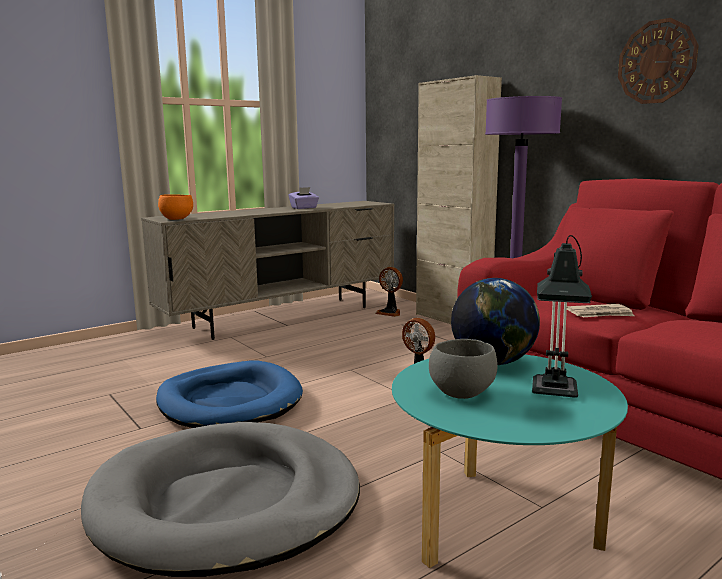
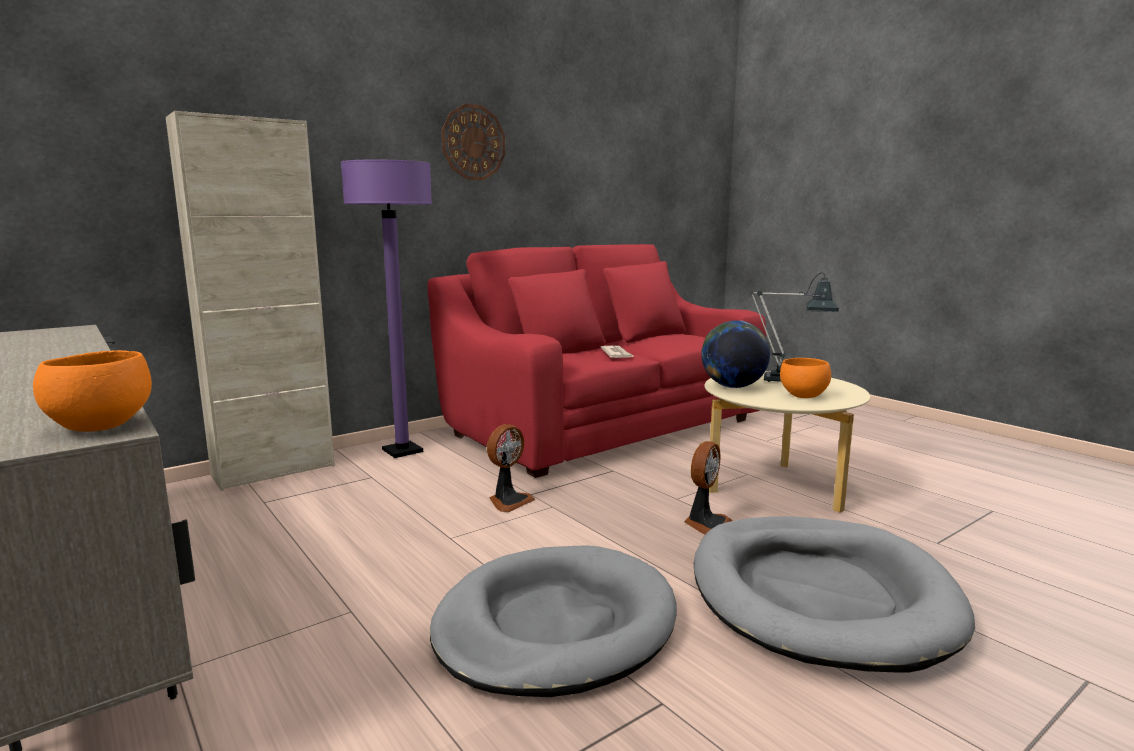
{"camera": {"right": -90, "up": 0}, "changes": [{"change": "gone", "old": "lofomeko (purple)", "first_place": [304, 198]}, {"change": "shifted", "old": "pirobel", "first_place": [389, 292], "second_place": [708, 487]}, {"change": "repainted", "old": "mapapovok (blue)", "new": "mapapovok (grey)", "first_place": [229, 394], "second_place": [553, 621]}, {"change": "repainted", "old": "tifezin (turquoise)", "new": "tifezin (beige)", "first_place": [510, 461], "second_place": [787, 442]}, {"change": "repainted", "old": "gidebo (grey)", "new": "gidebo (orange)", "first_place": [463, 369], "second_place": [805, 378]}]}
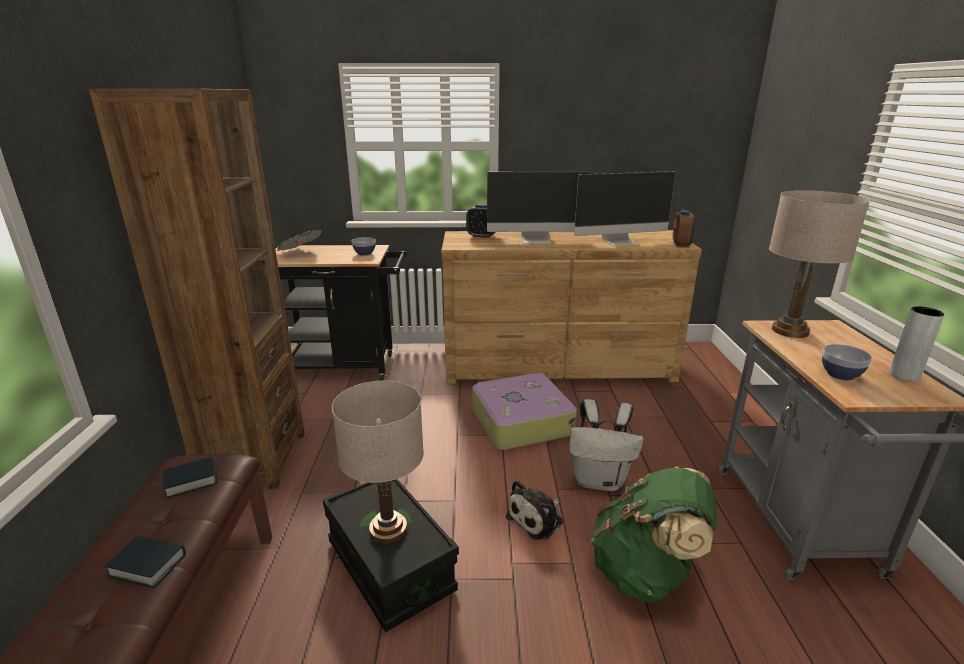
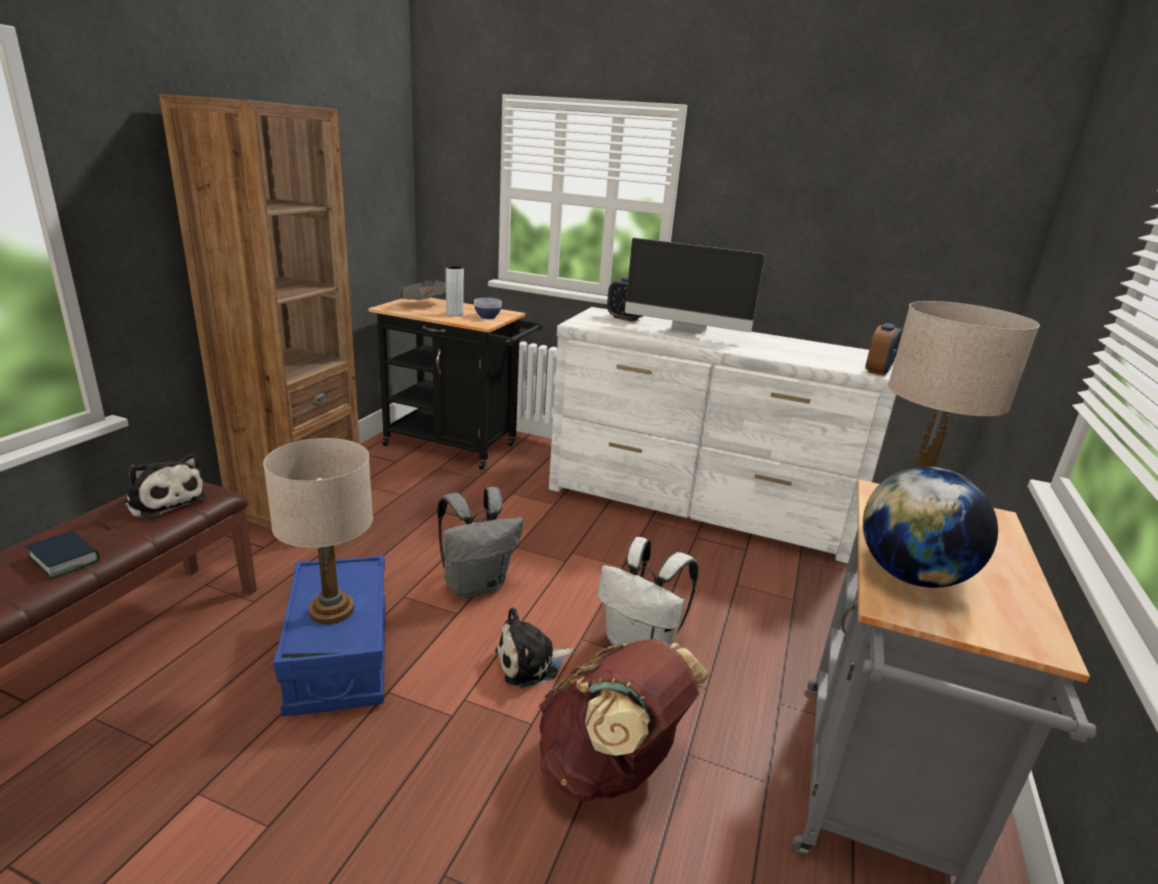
{"camera": {"right": 20, "up": 0}, "changes": [{"change": "gone", "old": "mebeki", "first_place": [524, 411]}, {"change": "gone", "old": "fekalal", "first_place": [624, 208]}, {"change": "new", "new": "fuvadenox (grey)", "second_place": [480, 542]}, {"change": "shifted", "old": "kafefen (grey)", "first_place": [916, 344], "second_place": [455, 291]}, {"change": "swapped", "old": "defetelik", "new": "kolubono", "first_place": [190, 477], "second_place": [165, 486]}, {"change": "swapped", "old": "gidebo", "new": "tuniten", "first_place": [847, 362], "second_place": [930, 527]}, {"change": "repainted", "old": "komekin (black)", "new": "komekin (blue)", "first_place": [391, 555], "second_place": [329, 635]}, {"change": "repainted", "old": "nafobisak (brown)", "new": "nafobisak (white)", "first_place": [571, 307], "second_place": [723, 435]}, {"change": "repainted", "old": "fuvadenox (green)", "new": "fuvadenox (brown)", "first_place": [654, 535], "second_place": [624, 720]}]}
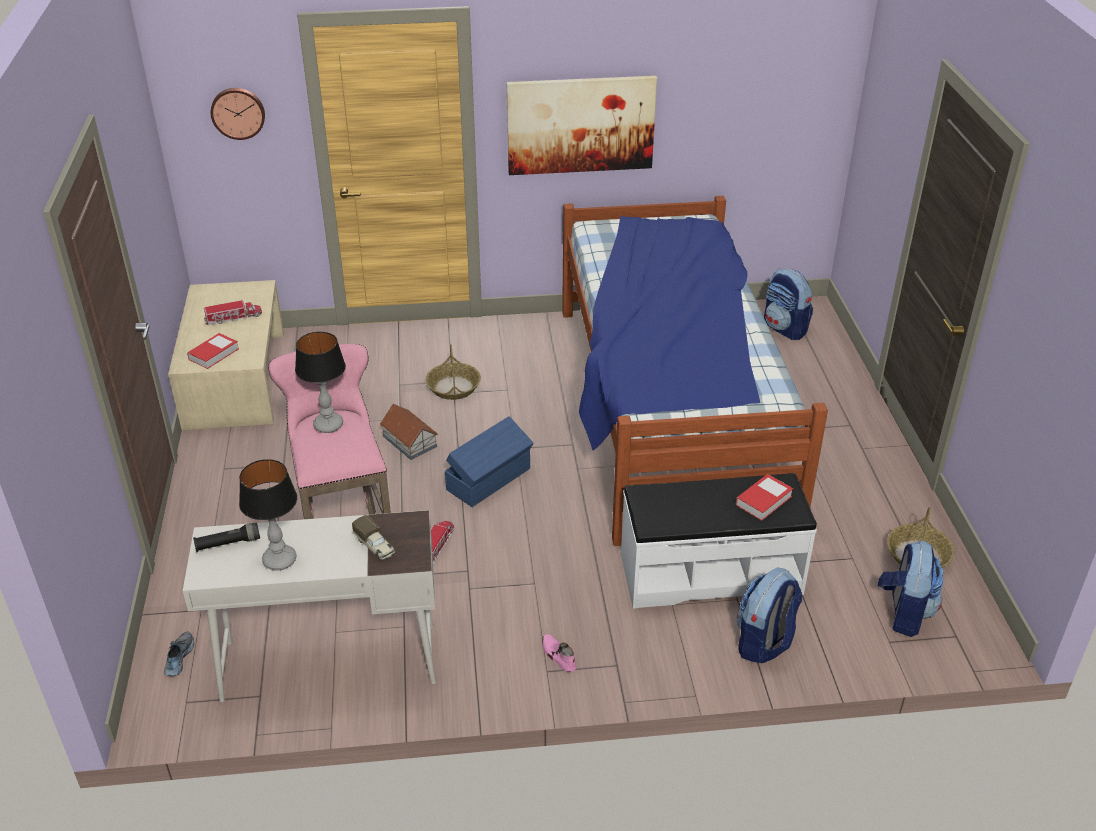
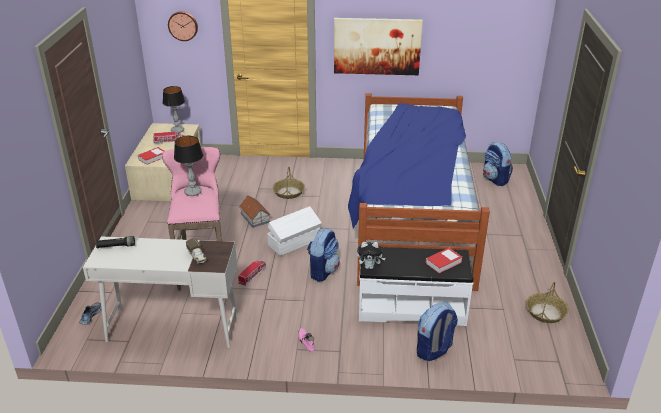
{"camera": {"right": 10, "up": -5}, "changes": [{"change": "new", "new": "kolubono", "second_place": [371, 255]}, {"change": "shifted", "old": "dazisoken", "first_place": [268, 515], "second_place": [174, 109]}, {"change": "shifted", "old": "fuvadenox", "first_place": [910, 588], "second_place": [323, 255]}, {"change": "repainted", "old": "komekin (blue)", "new": "komekin (white)", "first_place": [489, 461], "second_place": [294, 231]}]}
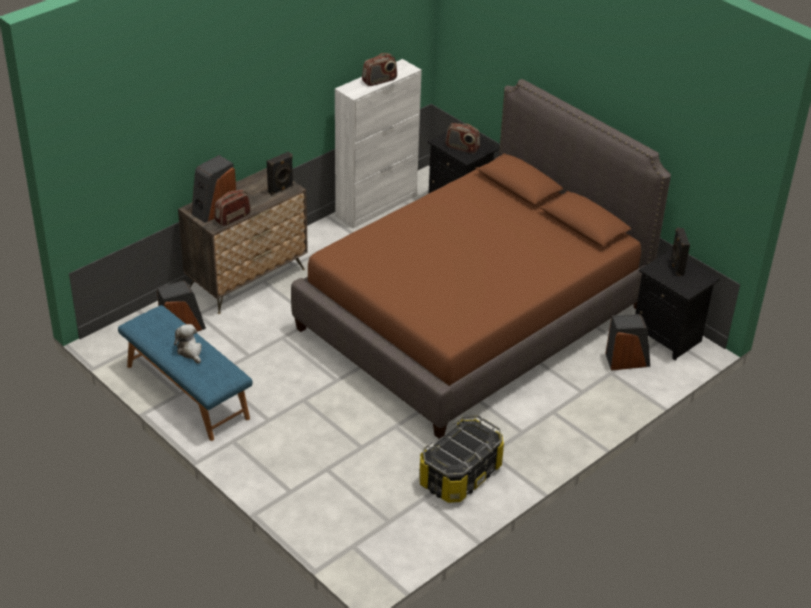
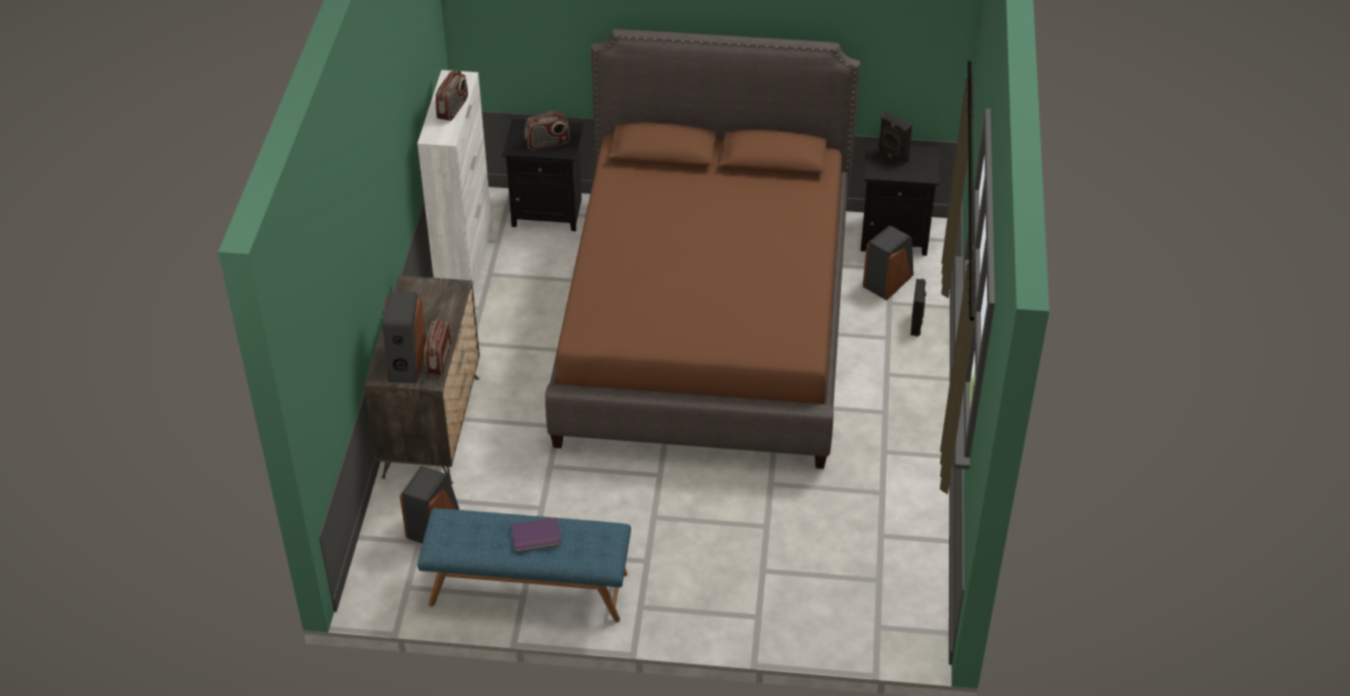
{"camera": {"right": -40, "up": 5}, "changes": [{"change": "gone", "old": "komekin", "first_place": [461, 459]}, {"change": "shifted", "old": "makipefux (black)", "first_place": [280, 173], "second_place": [918, 308]}, {"change": "swapped", "old": "kolubono", "new": "defetelik (purple)", "first_place": [188, 344], "second_place": [536, 534]}]}
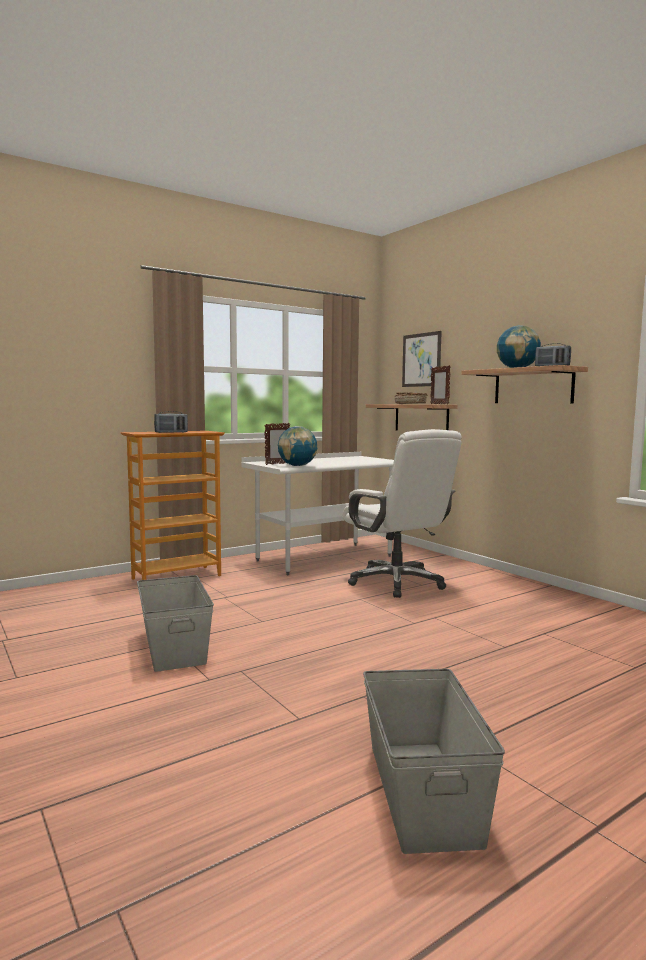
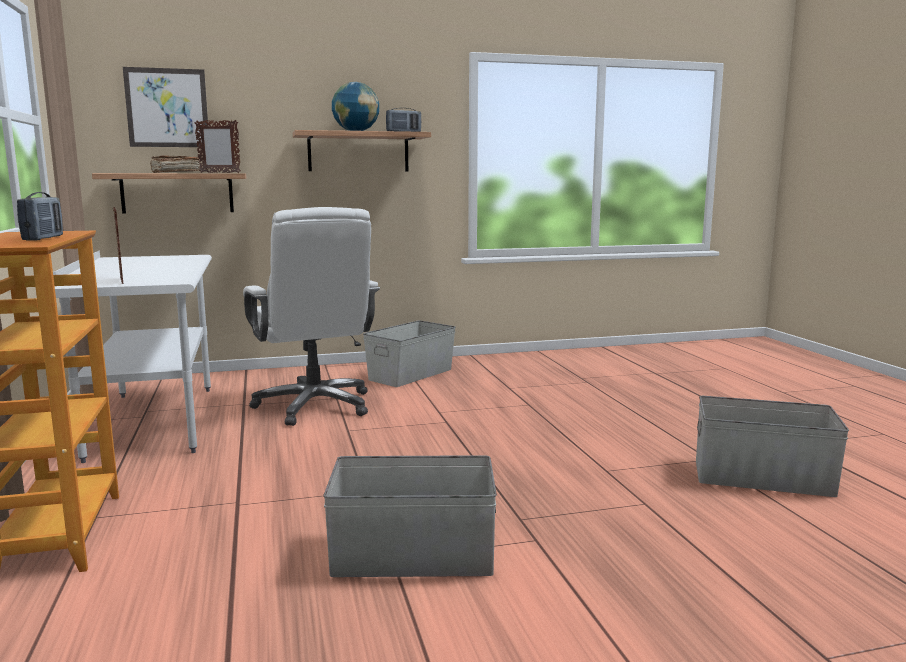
{"camera": {"right": -70, "up": 5}, "changes": [{"change": "gone", "old": "tuniten", "first_place": [297, 446]}, {"change": "new", "new": "komekin (grey)", "second_place": [409, 353]}, {"change": "rotated", "old": "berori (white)", "first_place": [402, 513], "second_place": [311, 316], "degrees": 75}]}
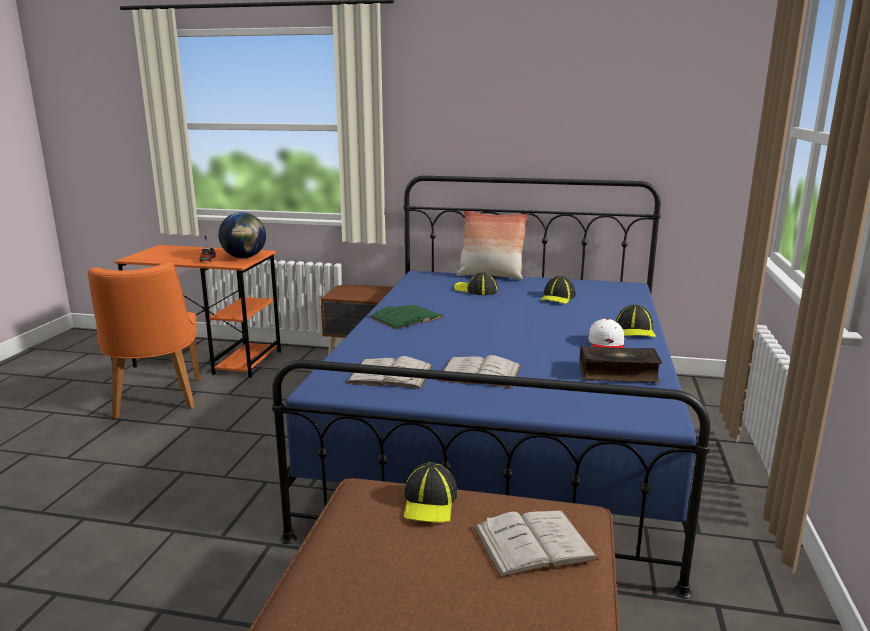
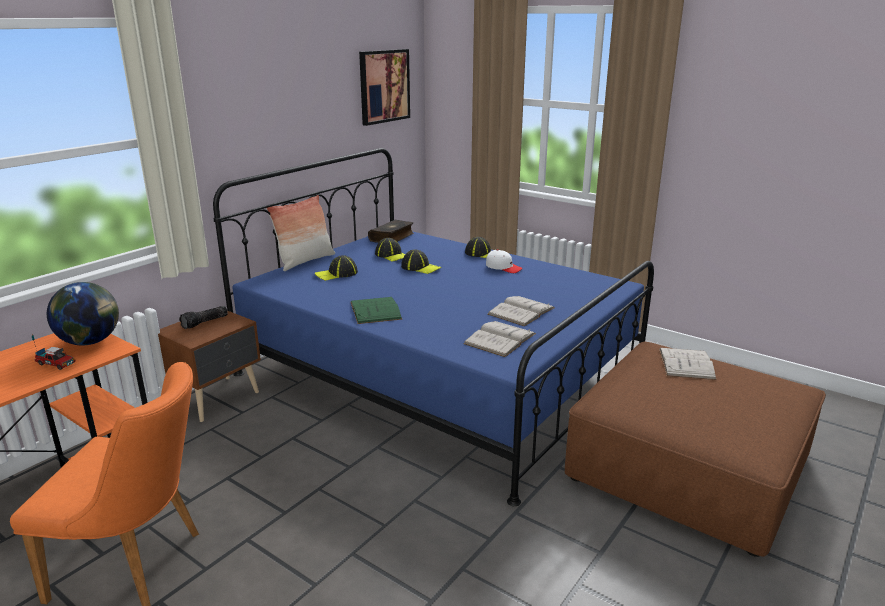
{"camera": {"right": -65, "up": 5}, "changes": [{"change": "new", "new": "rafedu", "second_place": [203, 317]}, {"change": "new", "new": "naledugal", "second_place": [384, 87]}, {"change": "shifted", "old": "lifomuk", "first_place": [431, 492], "second_place": [421, 261]}, {"change": "shifted", "old": "defetelik", "first_place": [621, 364], "second_place": [391, 231]}]}
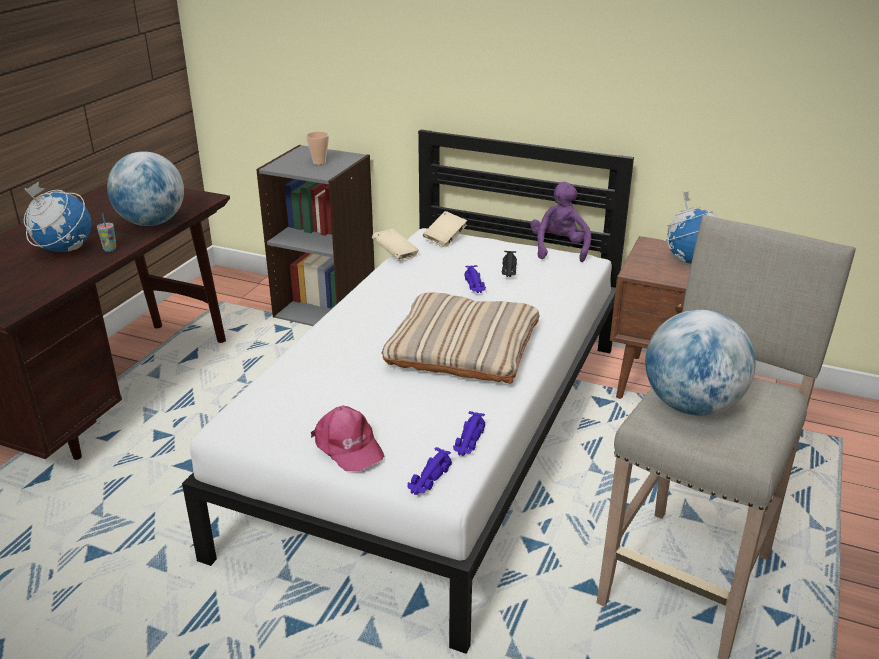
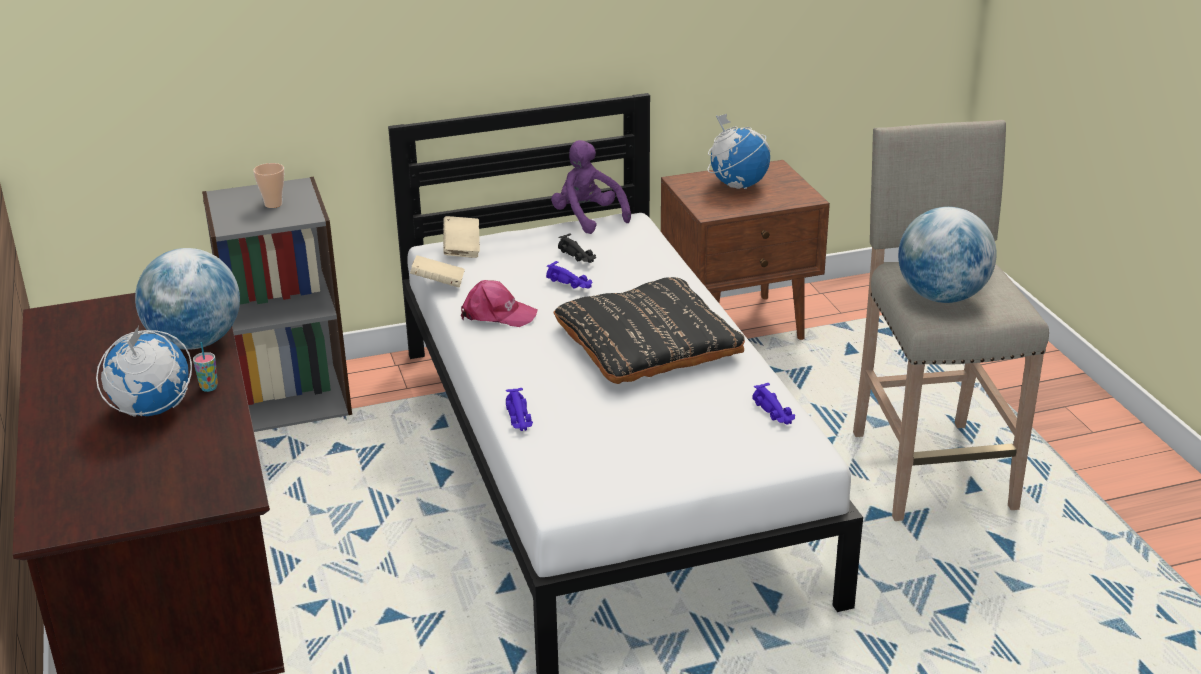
{"camera": {"right": -40, "up": 0}, "changes": [{"change": "shifted", "old": "lifomuk (pink)", "first_place": [347, 438], "second_place": [499, 303]}, {"change": "shifted", "old": "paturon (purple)", "first_place": [429, 471], "second_place": [519, 409]}, {"change": "repainted", "old": "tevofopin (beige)", "new": "tevofopin (black)", "first_place": [460, 338], "second_place": [649, 330]}]}
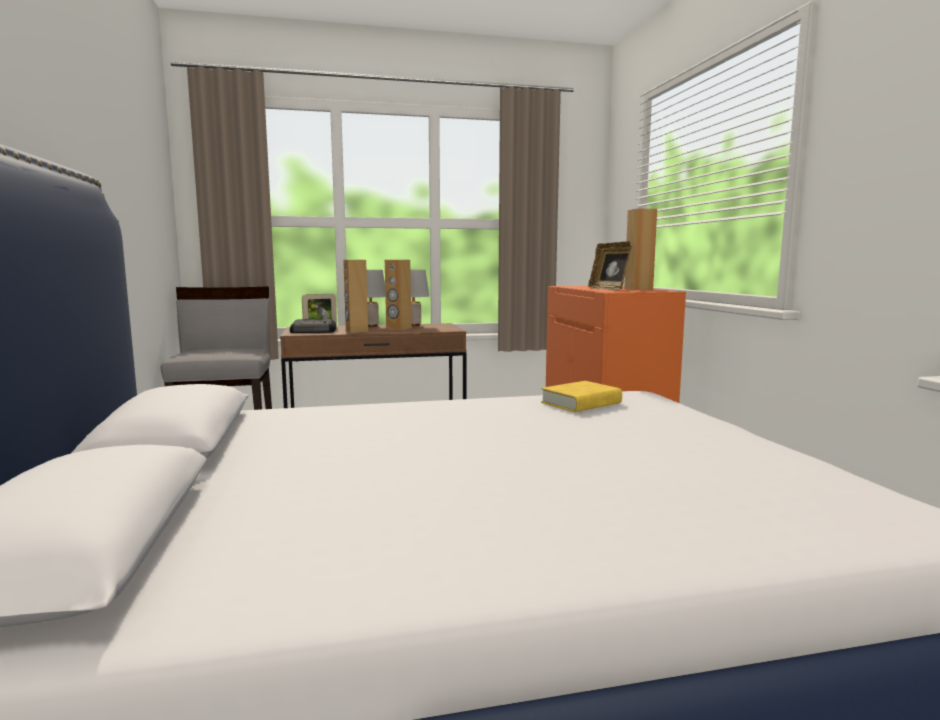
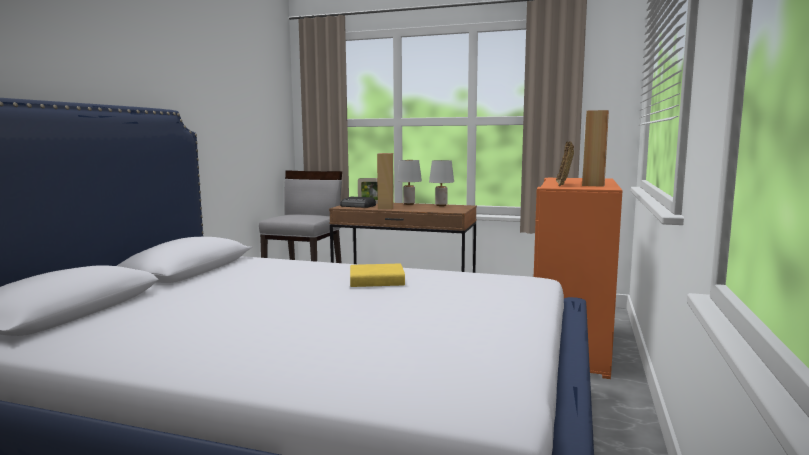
{"camera": {"right": 30, "up": 0}, "changes": [{"change": "gone", "old": "makipefux (brown)", "first_place": [398, 295]}, {"change": "shifted", "old": "defetelik (yellow)", "first_place": [581, 396], "second_place": [377, 275]}]}
